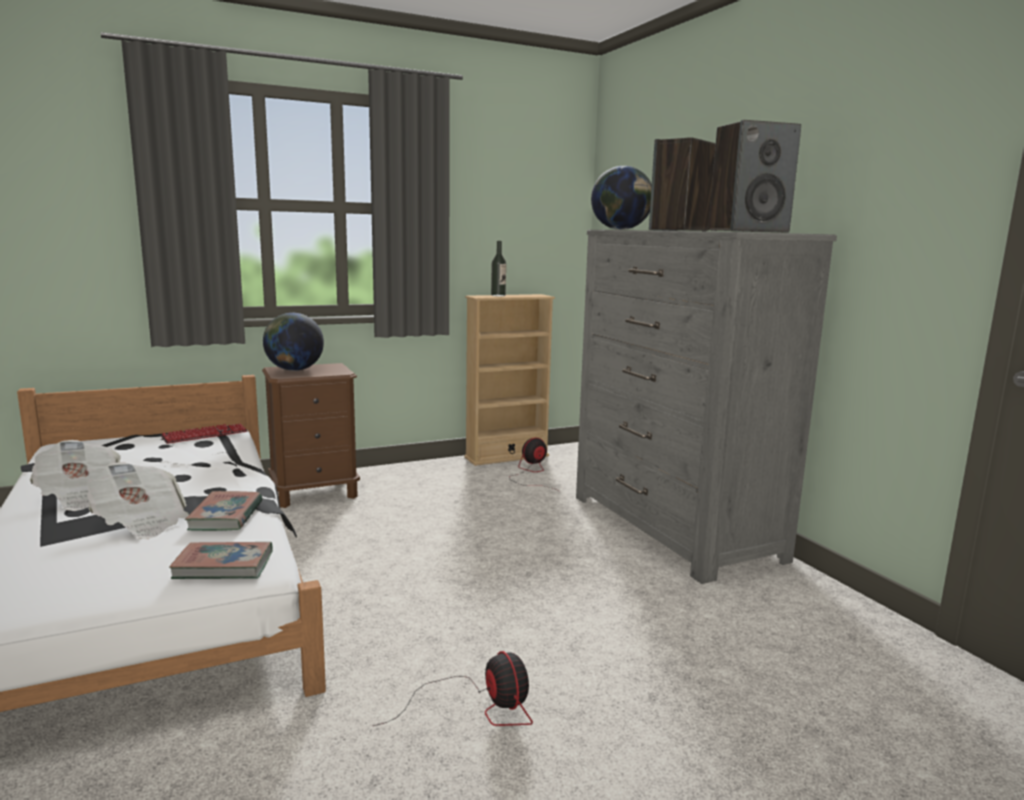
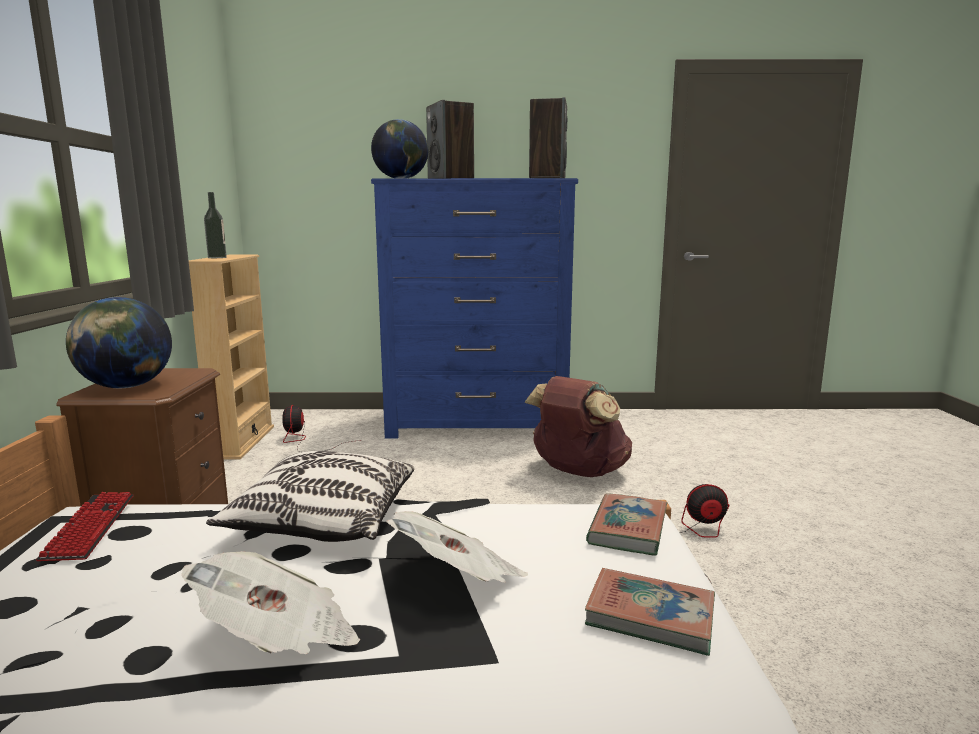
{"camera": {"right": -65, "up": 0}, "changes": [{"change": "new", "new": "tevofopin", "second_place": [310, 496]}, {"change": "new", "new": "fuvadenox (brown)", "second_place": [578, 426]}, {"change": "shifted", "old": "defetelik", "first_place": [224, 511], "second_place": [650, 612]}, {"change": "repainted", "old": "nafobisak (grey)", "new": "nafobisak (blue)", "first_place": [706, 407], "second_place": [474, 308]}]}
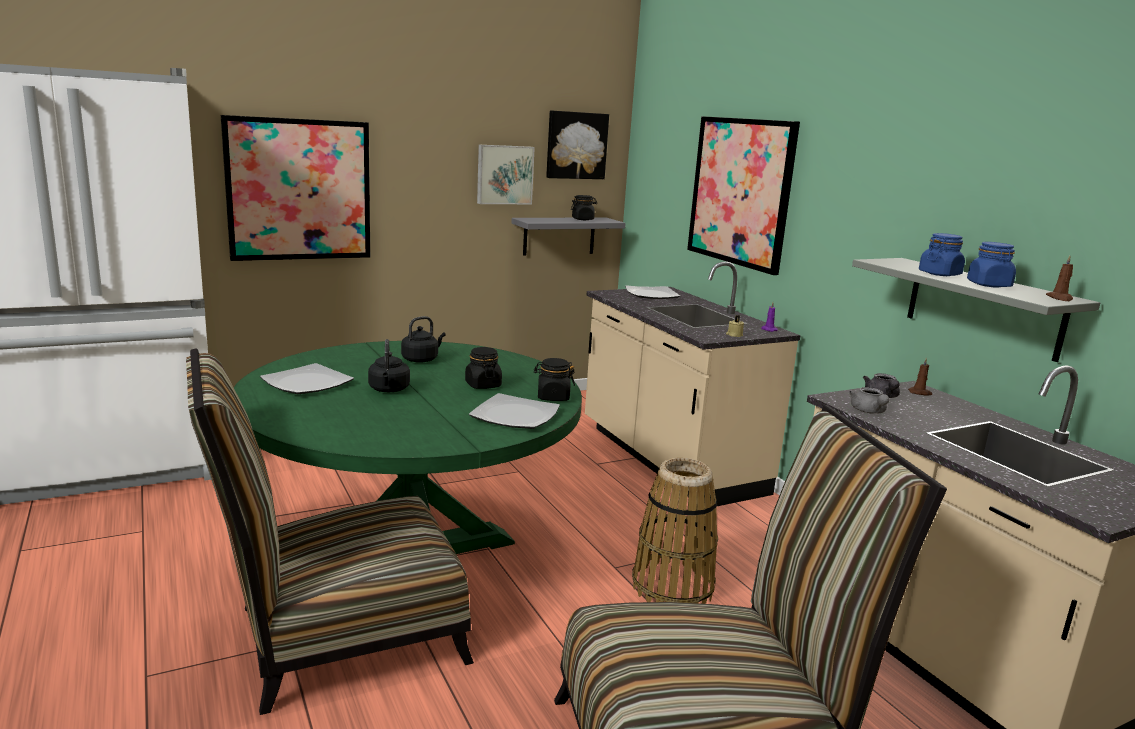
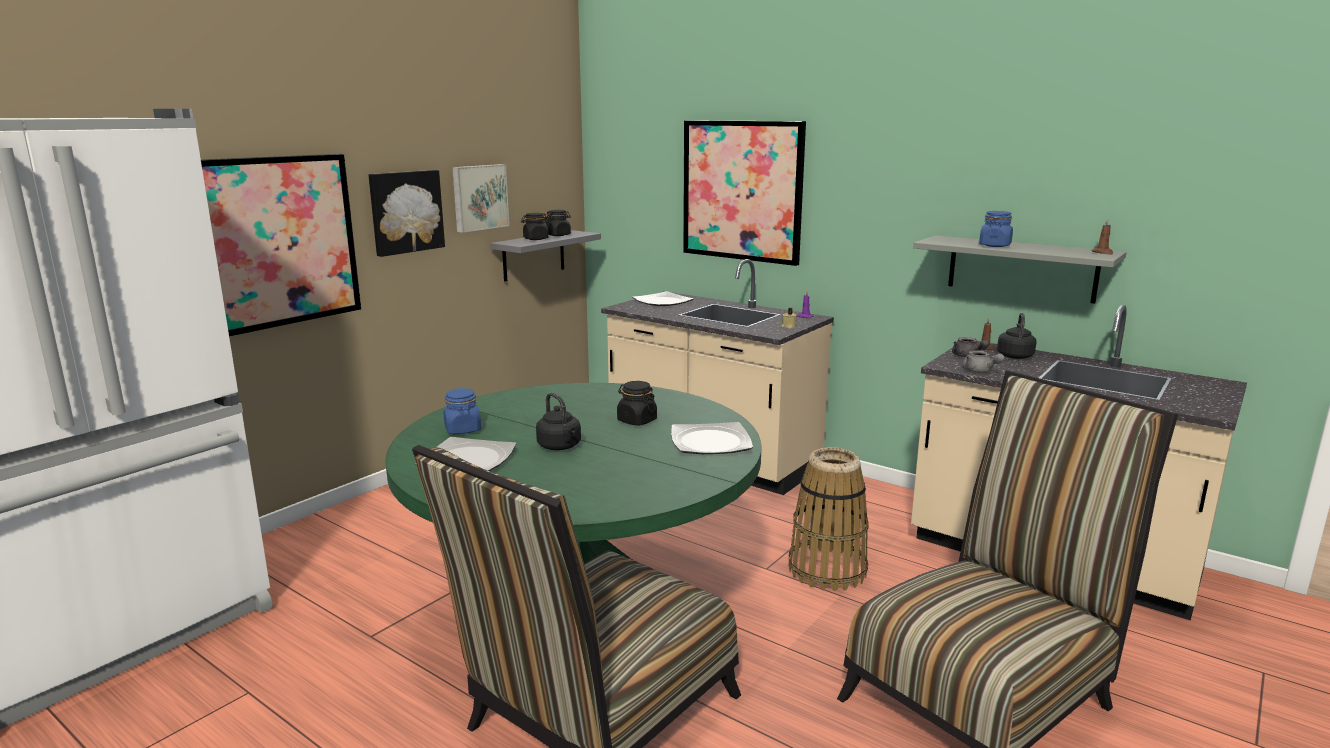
{"camera": {"right": -25, "up": 0}, "changes": [{"change": "shifted", "old": "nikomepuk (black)", "first_place": [423, 339], "second_place": [1017, 336]}, {"change": "shifted", "old": "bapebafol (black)", "first_place": [554, 379], "second_place": [535, 226]}, {"change": "shifted", "old": "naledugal", "first_place": [577, 144], "second_place": [407, 213]}, {"change": "shifted", "old": "bapebafol (blue)", "first_place": [991, 265], "second_place": [462, 411]}]}
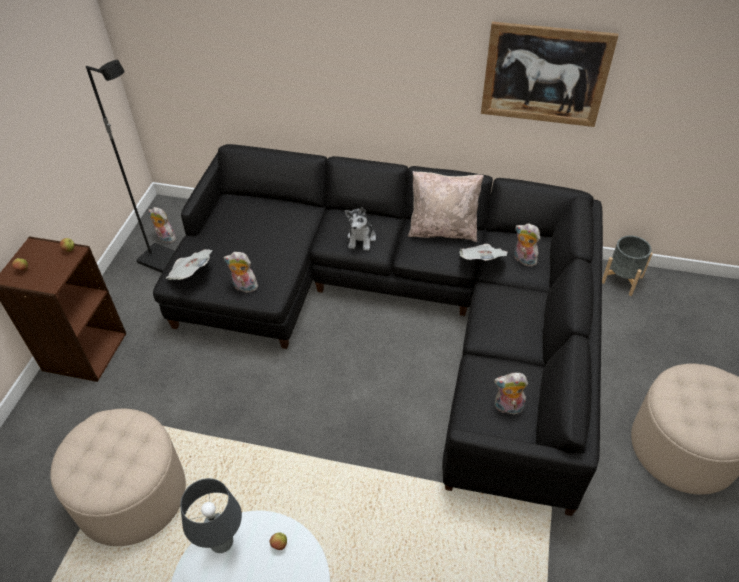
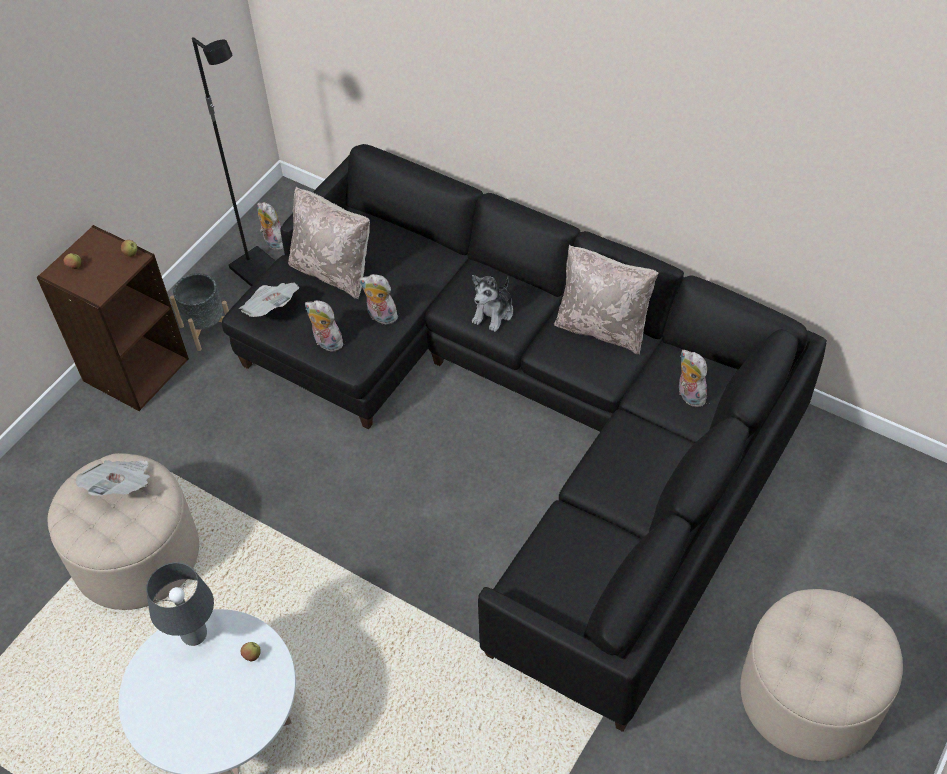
{"camera": {"right": 20, "up": 5}, "changes": [{"change": "gone", "old": "naledugal", "first_place": [549, 74]}, {"change": "new", "new": "tevofopin (beige)", "second_place": [329, 243]}, {"change": "shifted", "old": "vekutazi", "first_place": [483, 252], "second_place": [113, 478]}, {"change": "shifted", "old": "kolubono", "first_place": [511, 395], "second_place": [378, 299]}, {"change": "shifted", "old": "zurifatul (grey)", "first_place": [627, 266], "second_place": [199, 312]}]}
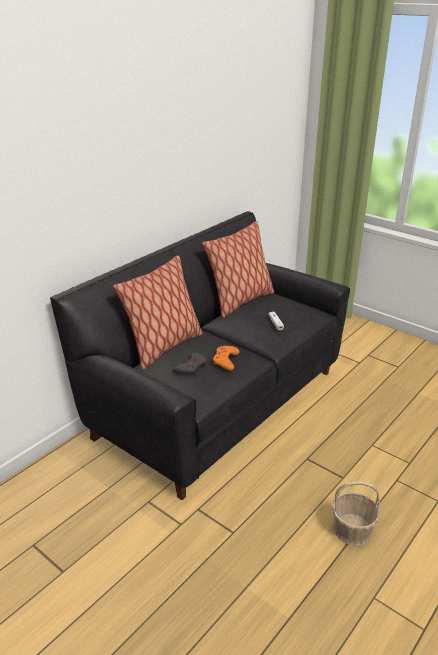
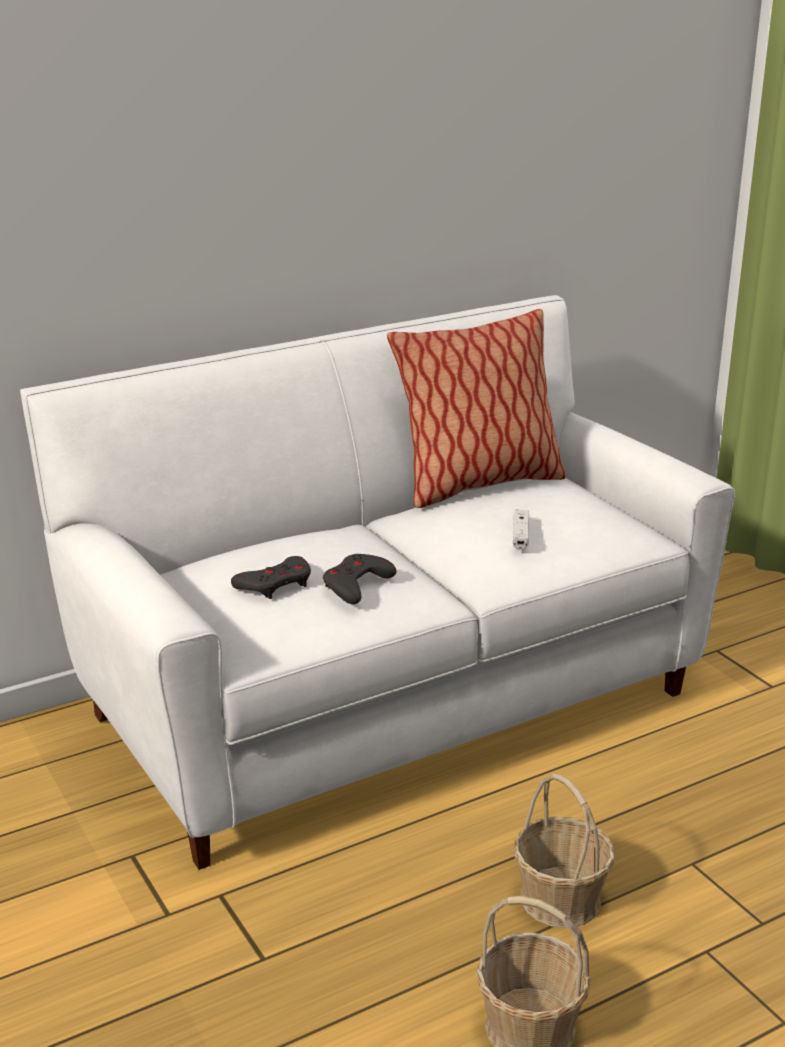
{"camera": {"right": 20, "up": -5}, "changes": [{"change": "gone", "old": "tevofopin", "first_place": [158, 312]}, {"change": "new", "new": "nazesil", "second_place": [564, 850]}, {"change": "repainted", "old": "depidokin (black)", "new": "depidokin (white)", "first_place": [200, 355], "second_place": [377, 582]}, {"change": "repainted", "old": "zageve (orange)", "new": "zageve (grey)", "first_place": [226, 358], "second_place": [359, 579]}]}
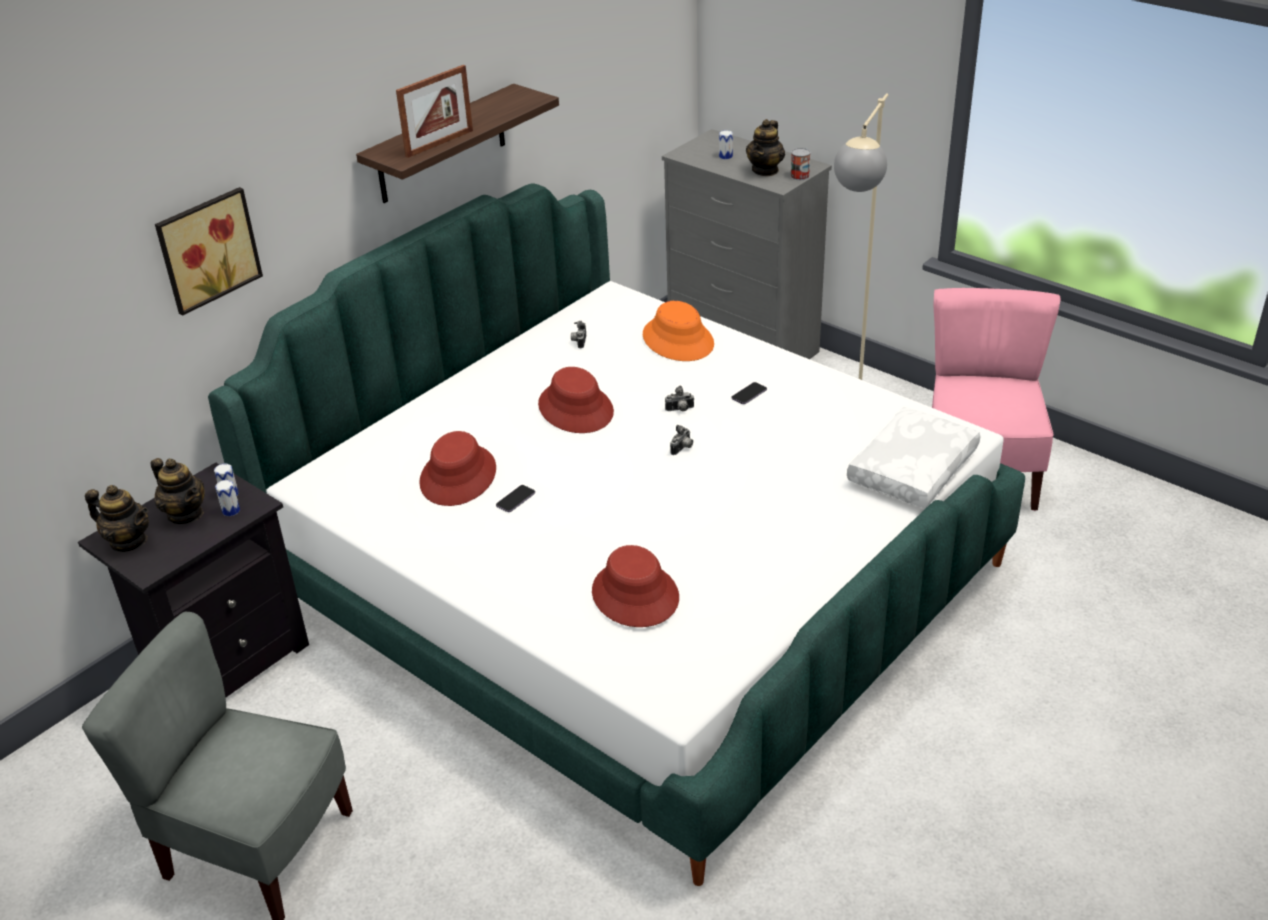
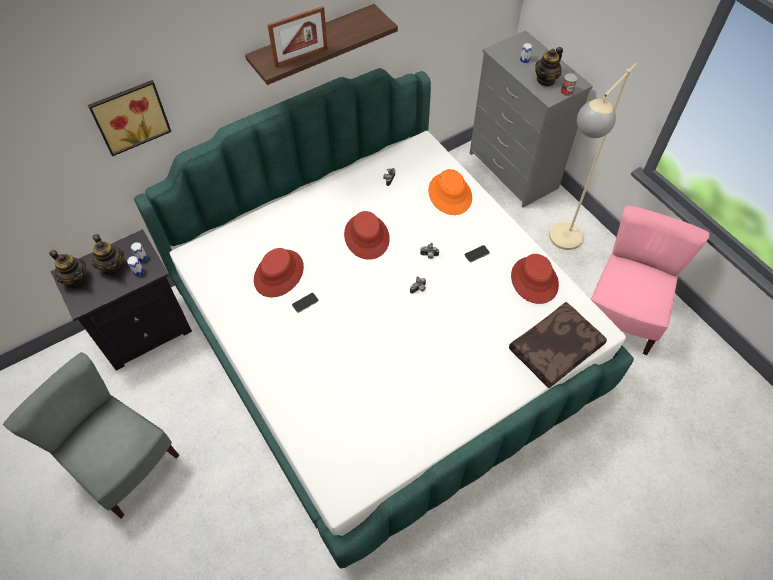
{"camera": {"right": 15, "up": 20}, "changes": [{"change": "shifted", "old": "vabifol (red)", "first_place": [635, 586], "second_place": [535, 279]}, {"change": "repainted", "old": "tevofopin (white)", "new": "tevofopin (brown)", "first_place": [913, 458], "second_place": [558, 345]}]}
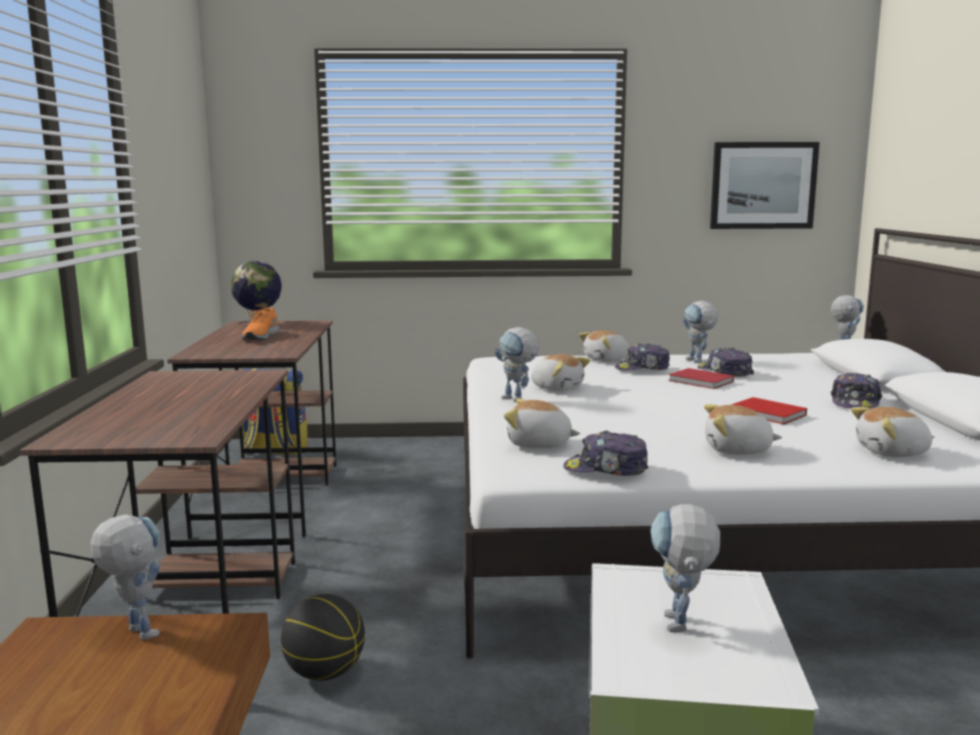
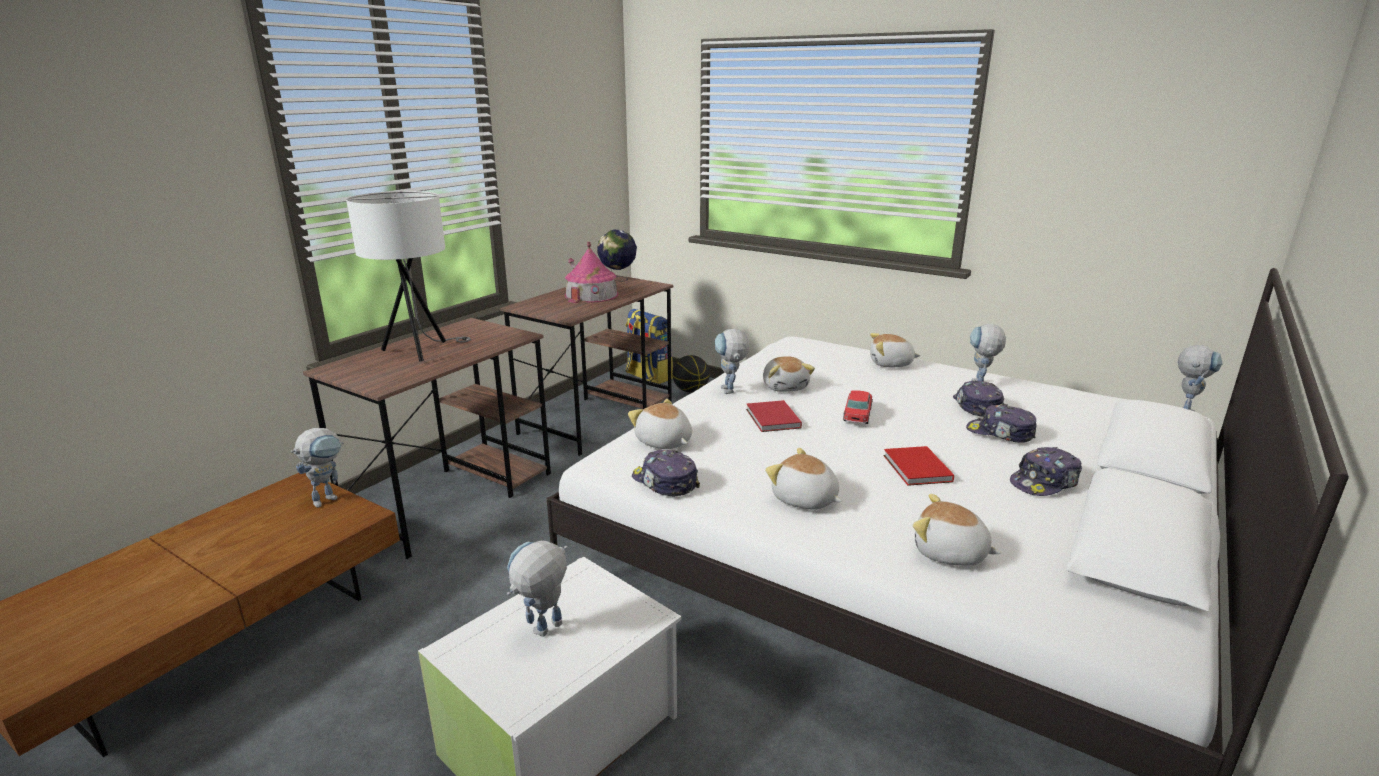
{"camera": {"right": 35, "up": 10}, "changes": [{"change": "gone", "old": "naledugal", "first_place": [765, 185]}, {"change": "new", "new": "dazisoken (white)", "second_place": [408, 276]}, {"change": "new", "new": "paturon", "second_place": [858, 407]}, {"change": "shifted", "old": "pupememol", "first_place": [323, 637], "second_place": [691, 374]}, {"change": "shifted", "old": "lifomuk", "first_place": [642, 357], "second_place": [1001, 423]}, {"change": "shifted", "old": "defetelik (red)", "first_place": [701, 378], "second_place": [774, 416]}, {"change": "swapped", "old": "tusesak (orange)", "new": "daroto", "first_place": [261, 323], "second_place": [591, 272]}, {"change": "rotated", "old": "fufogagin", "first_place": [125, 577], "second_place": [317, 468], "degrees": 45}]}
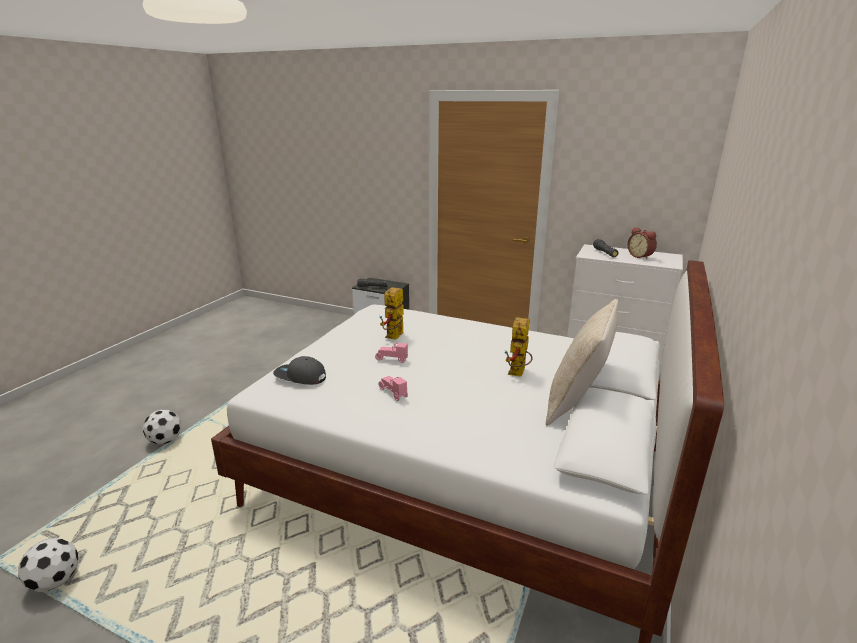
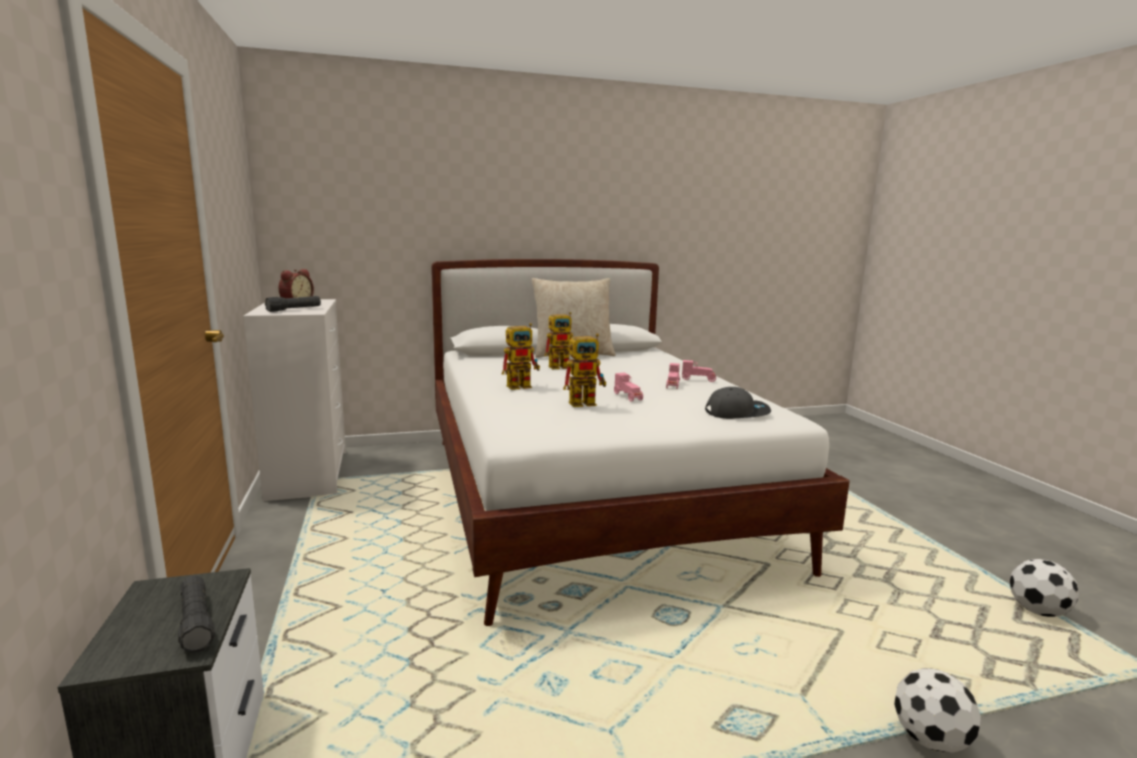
{"camera": {"right": -130, "up": -10}, "changes": [{"change": "new", "new": "fufogagin", "second_place": [521, 356]}, {"change": "new", "new": "paturon (pink)", "second_place": [699, 371]}, {"change": "rotated", "old": "lifomuk (grey)", "first_place": [299, 370], "second_place": [738, 403], "degrees": -75}]}
